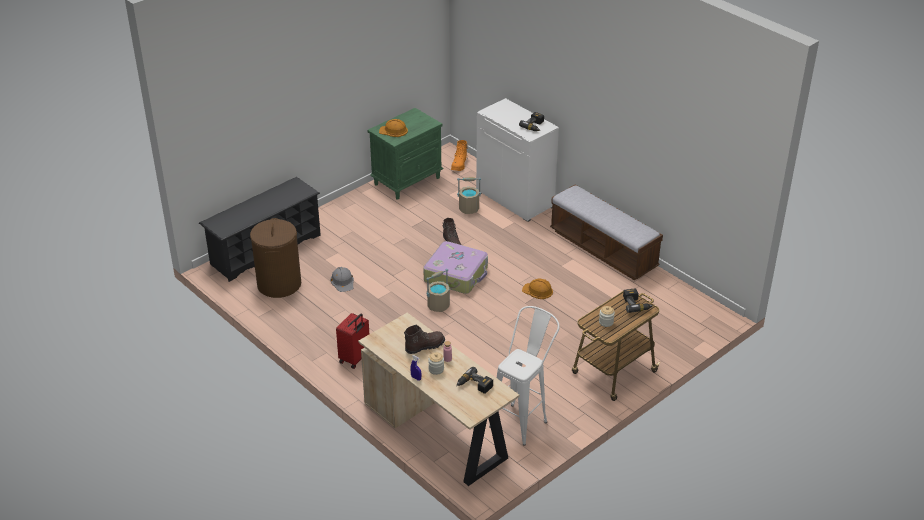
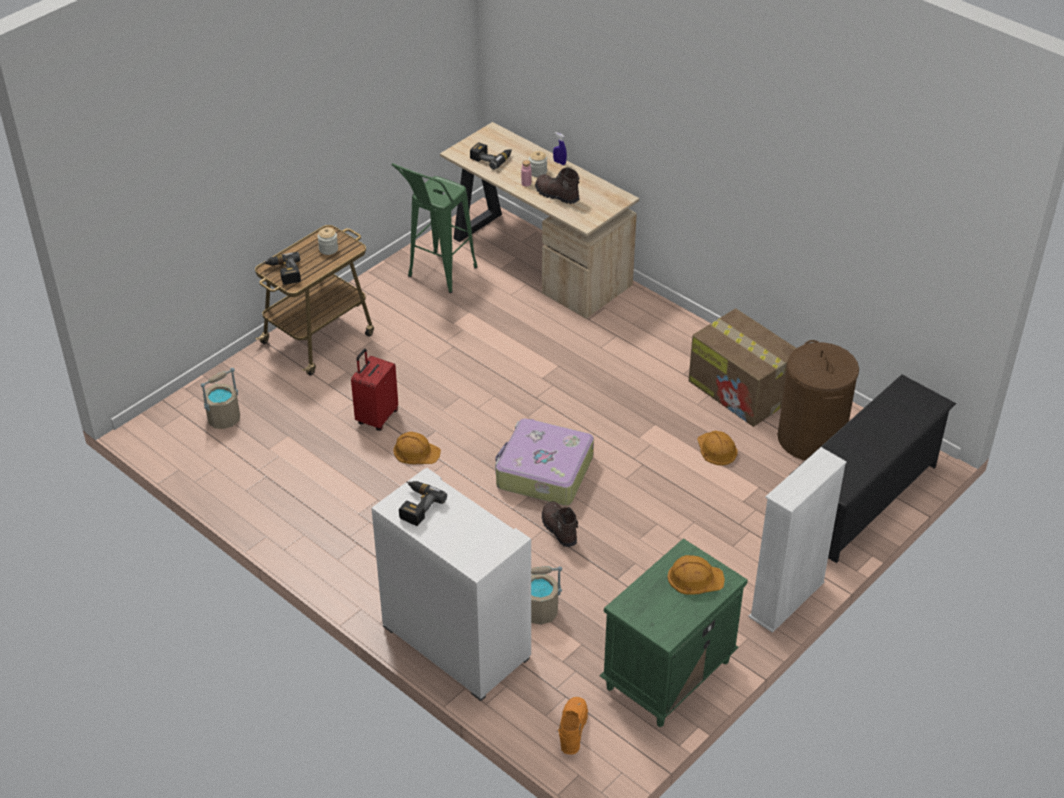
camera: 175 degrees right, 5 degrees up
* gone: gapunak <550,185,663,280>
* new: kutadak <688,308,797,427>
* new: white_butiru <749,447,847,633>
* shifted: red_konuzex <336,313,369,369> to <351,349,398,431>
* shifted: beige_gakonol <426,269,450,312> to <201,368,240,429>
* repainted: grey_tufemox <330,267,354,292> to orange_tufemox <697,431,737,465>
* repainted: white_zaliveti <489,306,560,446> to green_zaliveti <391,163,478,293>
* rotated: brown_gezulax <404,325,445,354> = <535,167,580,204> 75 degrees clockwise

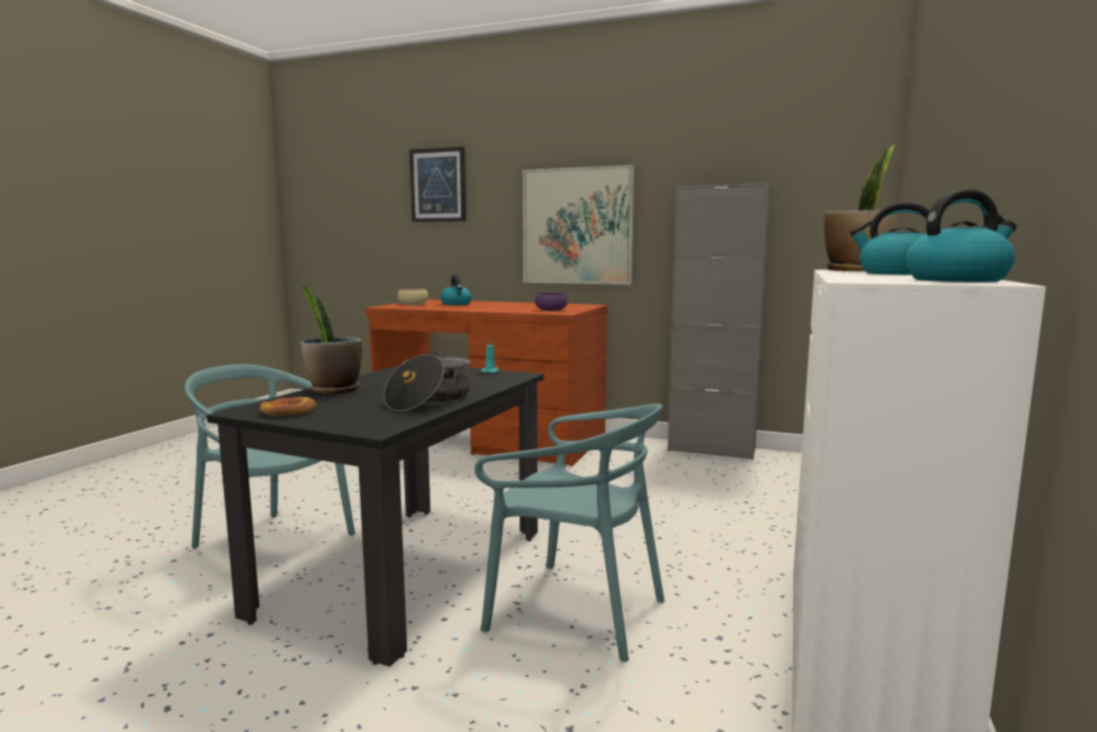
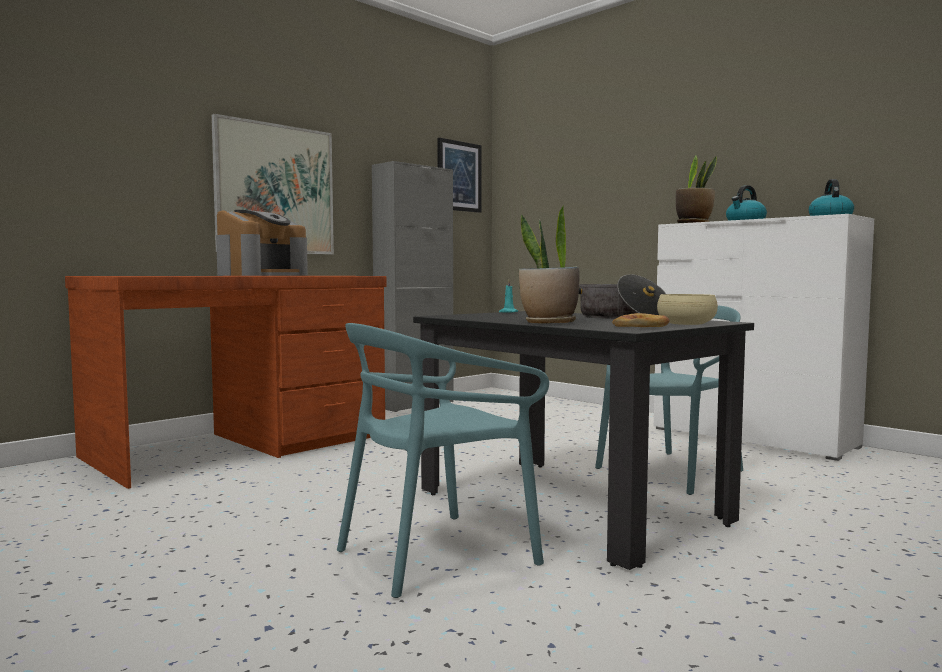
camera: 65 degrees left, 5 degrees down
* gone: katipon <440,274,472,305>
* gone: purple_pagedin <535,293,568,311>
* new: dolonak <216,210,308,276>
* shifted: beige_pagedin <398,289,428,306> to <657,294,718,325>
* shifted: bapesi <409,146,466,222> to <437,138,482,213>

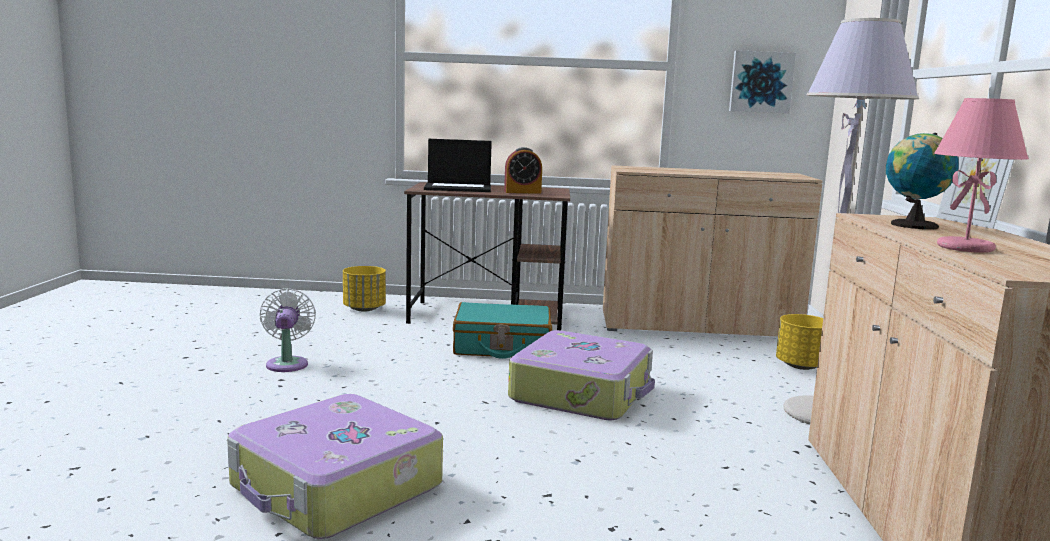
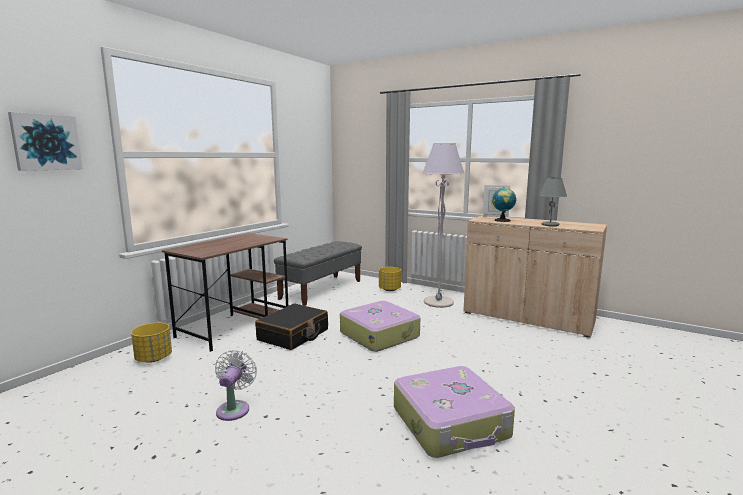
camera: 60 degrees left, 0 degrees up
* gone: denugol <424,139,492,192>
* gone: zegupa <504,147,542,194>
* shifted: bapesi <729,50,796,113> to <8,112,83,171>
* swapped: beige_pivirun <603,165,823,337> to grey_gapunak <274,241,362,306>
* repainted: turquoise_konuzex <453,302,552,359> to black_konuzex <255,304,328,350>
* repainted: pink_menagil <934,98,1029,253> to grey_menagil <539,178,567,226>
* rotated: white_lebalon <260,288,316,372> = <215,350,257,421> 75 degrees clockwise

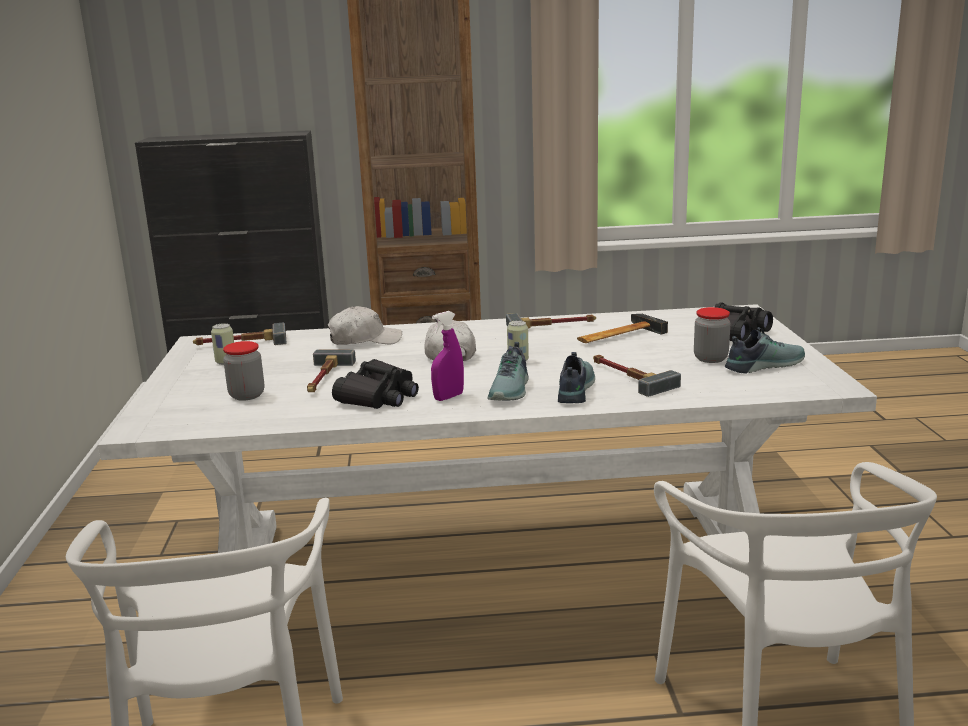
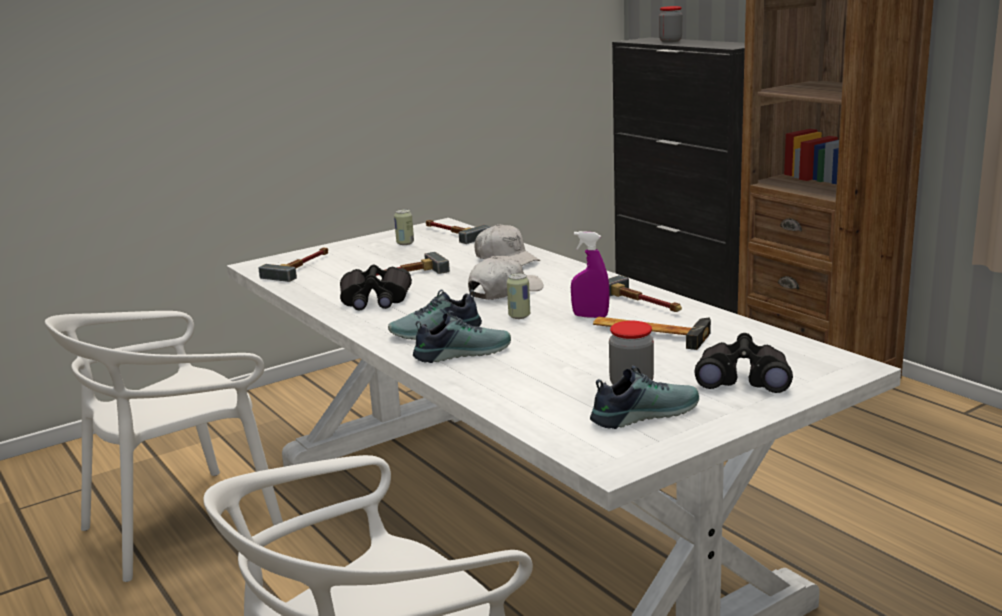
camera: 60 degrees right, 0 degrees up
* shifted: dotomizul <223,341,264,401> to <659,6,682,42>
* shifted: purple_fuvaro <431,311,464,401> to <571,231,610,318>
* shifted: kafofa <593,355,681,397> to <258,247,328,282>
* rotated: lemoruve <725,327,805,374> = <590,366,699,429> 60 degrees counterclockwise

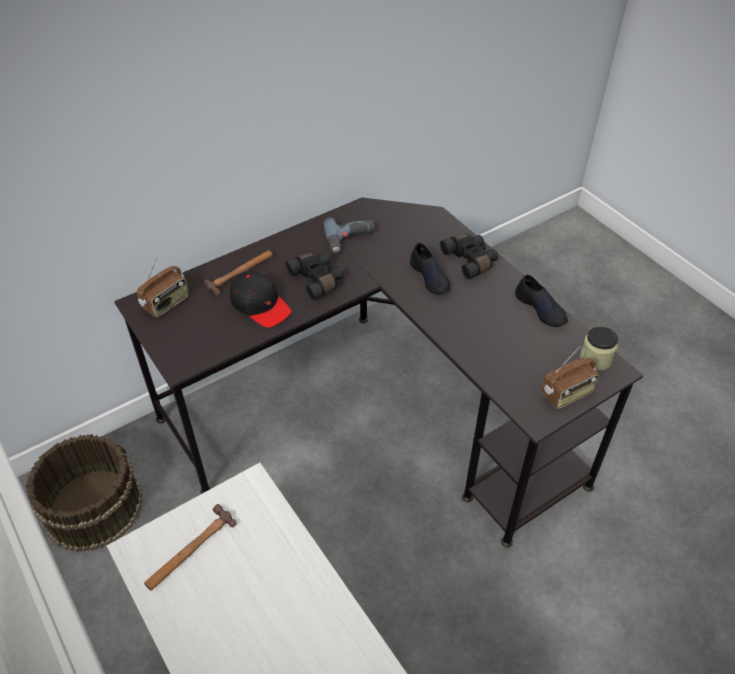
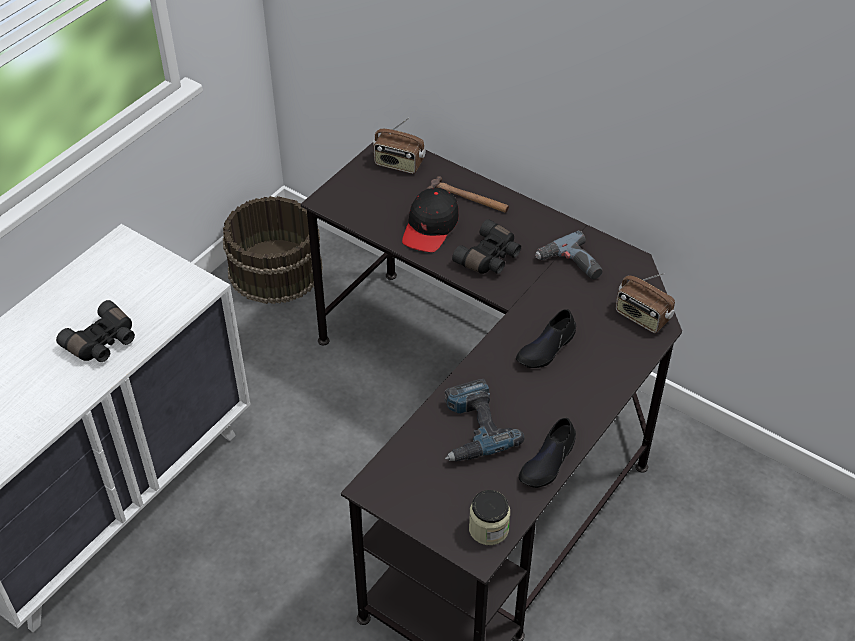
camera: 70 degrees right, 0 degrees up
* gone: kafofa <144,504,237,591>
* new: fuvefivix <444,379,524,461>
* shifted: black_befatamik <440,234,498,279> to <56,300,135,362>
* shifted: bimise <541,346,599,409> to <615,273,675,333>

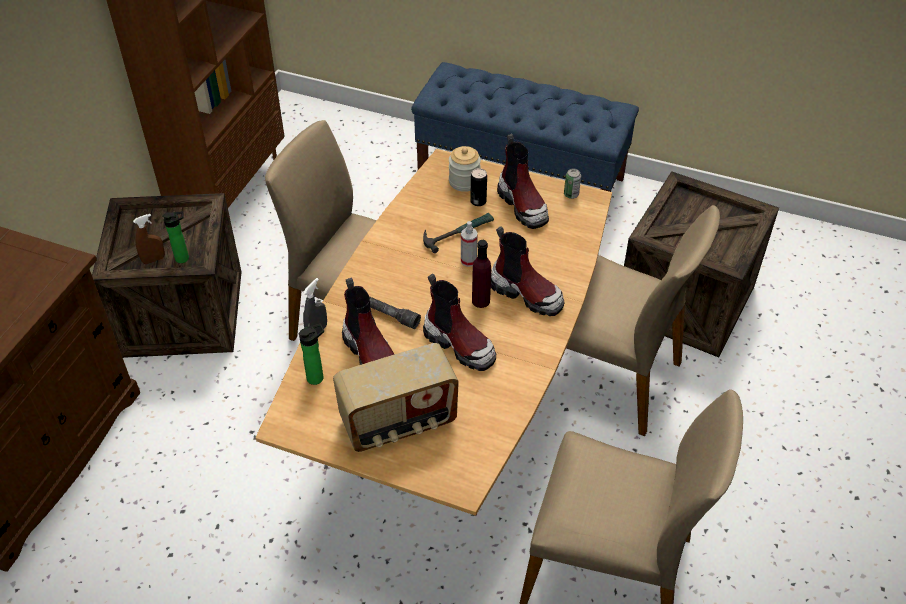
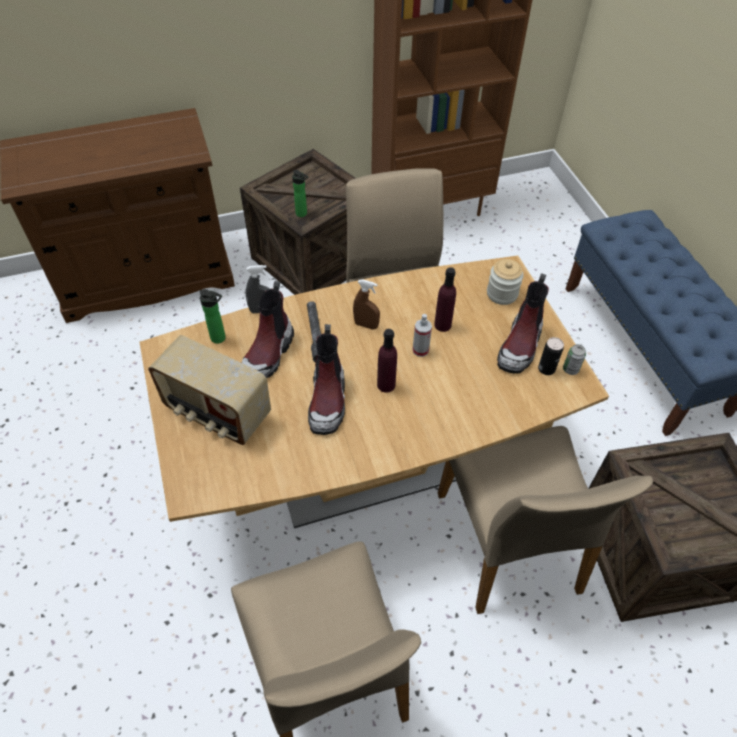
camera: 50 degrees right, 5 degrees up
* gone: gezulax <491,226,564,316>
* shifted: brown_fuvaro <133,214,165,264> to <353,279,380,330>
* shifted: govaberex <470,168,487,206> to <538,337,564,375>
* swapped: kafofa <423,213,494,253> to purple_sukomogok <434,267,456,332>

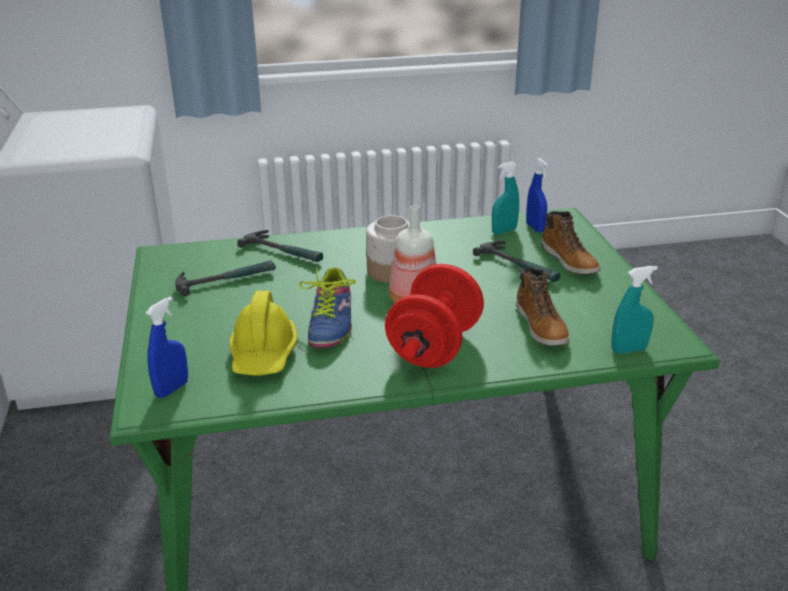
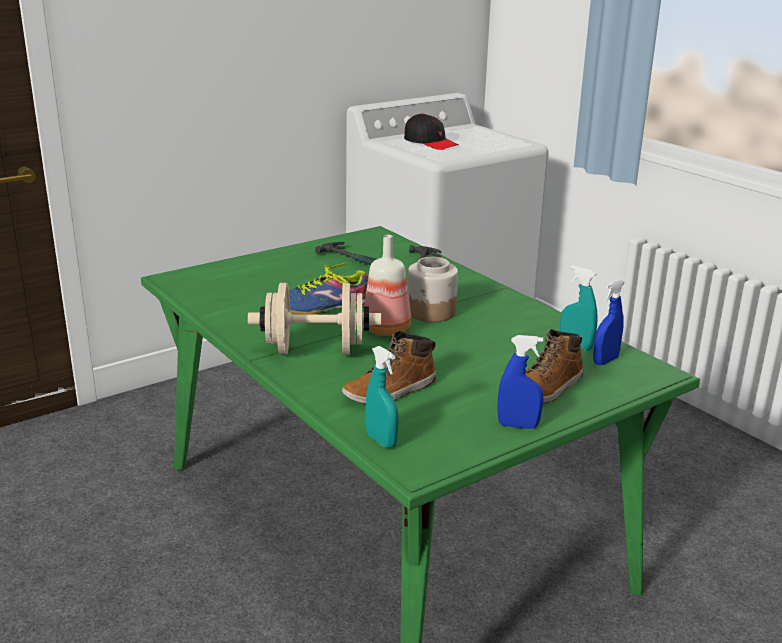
camera: 65 degrees right, 5 degrees down
* gone: yellow_tufemox <229,290,298,376>
* gone: kafofa <473,241,560,282>
* new: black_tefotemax <404,113,459,150>
* shifted: blue_fuvaro <146,296,188,398> to <497,335,543,429>
* repainted: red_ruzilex <385,264,484,368> to beige_ruzilex <248,283,381,355>

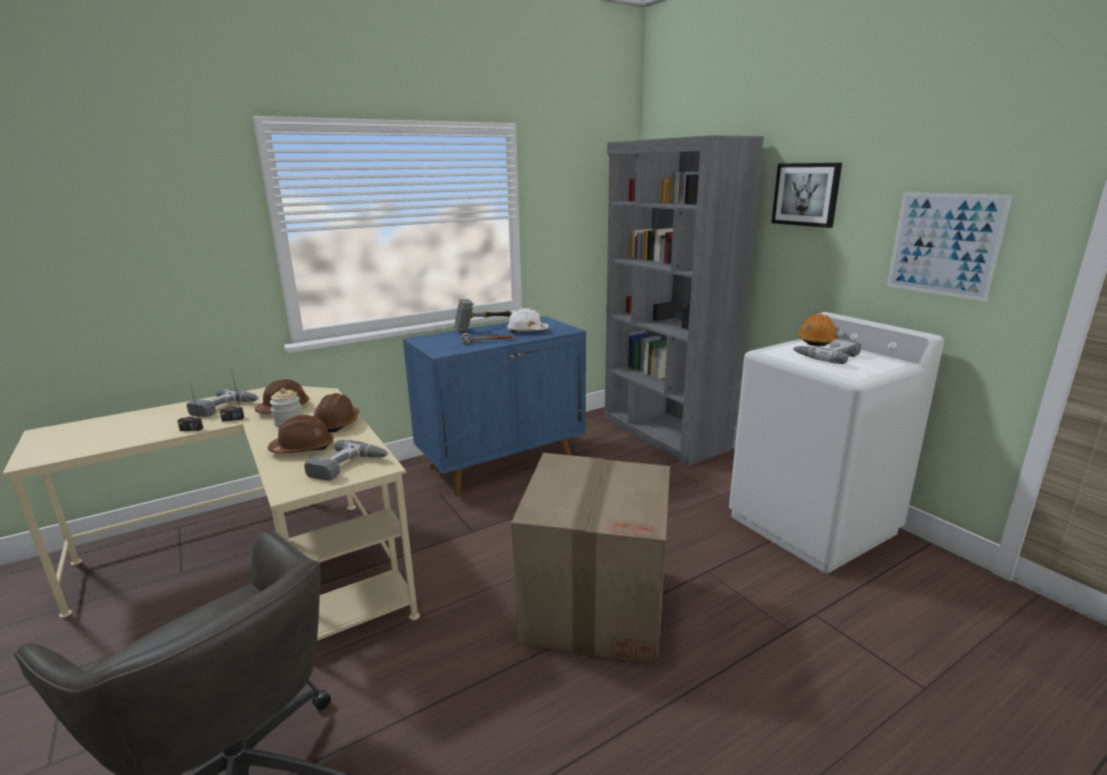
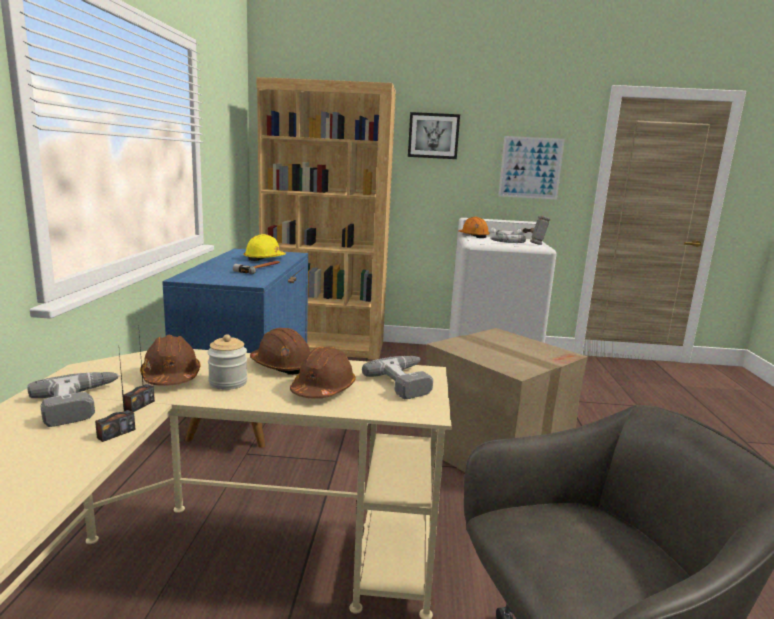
camera: 55 degrees left, 5 degrees down
* shifted: kafofa <454,299,512,332> to <523,216,551,245>
* repainted: white_tufemox <507,308,549,332> to yellow_tufemox <244,234,286,261>
* repainted: grey_butiru <605,135,764,466> to brown_butiru <256,77,396,360>

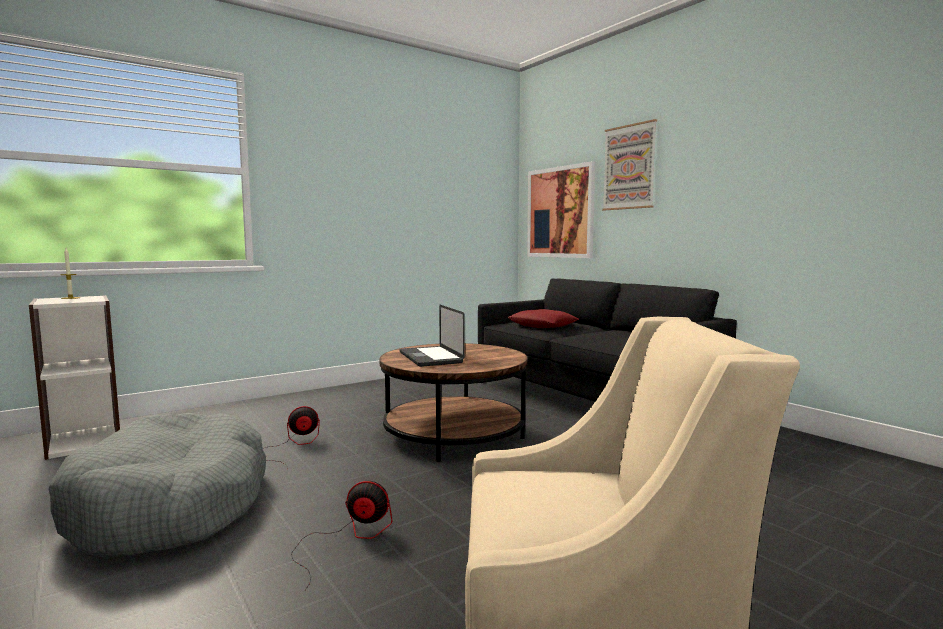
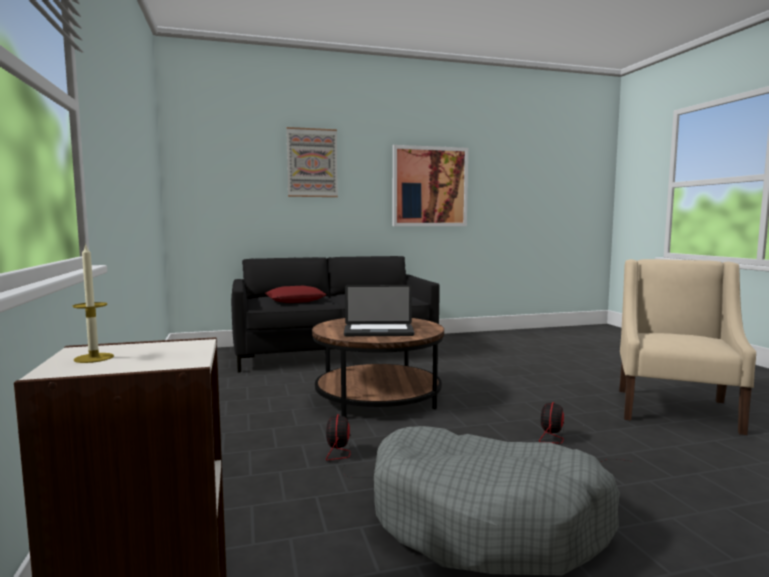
camera: 70 degrees left, 0 degrees up
* shifted: bapesi <527,161,595,258> to <393,145,468,226>

